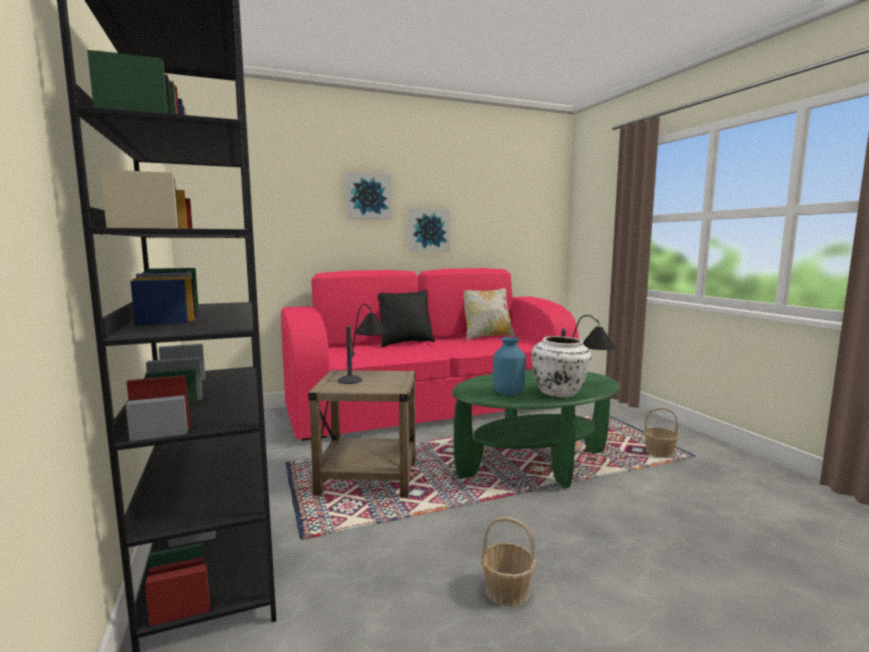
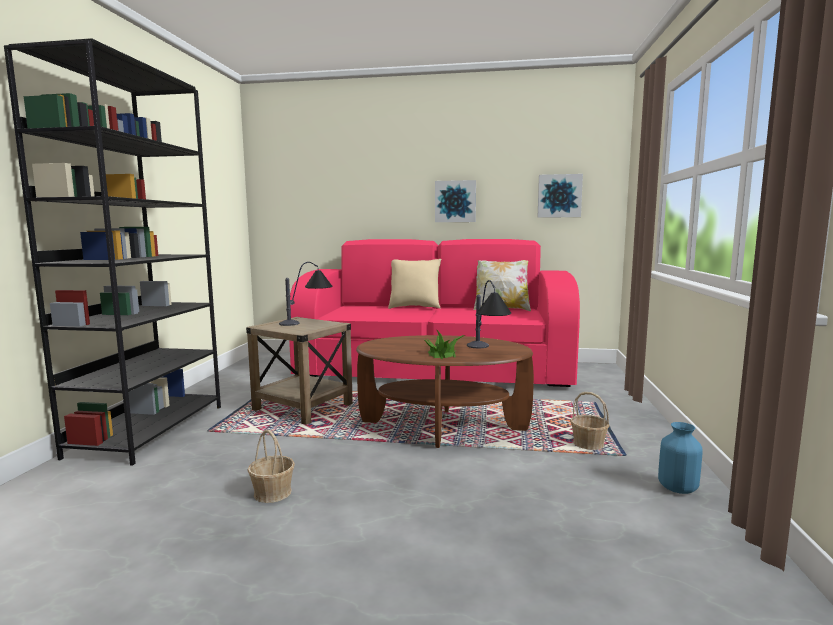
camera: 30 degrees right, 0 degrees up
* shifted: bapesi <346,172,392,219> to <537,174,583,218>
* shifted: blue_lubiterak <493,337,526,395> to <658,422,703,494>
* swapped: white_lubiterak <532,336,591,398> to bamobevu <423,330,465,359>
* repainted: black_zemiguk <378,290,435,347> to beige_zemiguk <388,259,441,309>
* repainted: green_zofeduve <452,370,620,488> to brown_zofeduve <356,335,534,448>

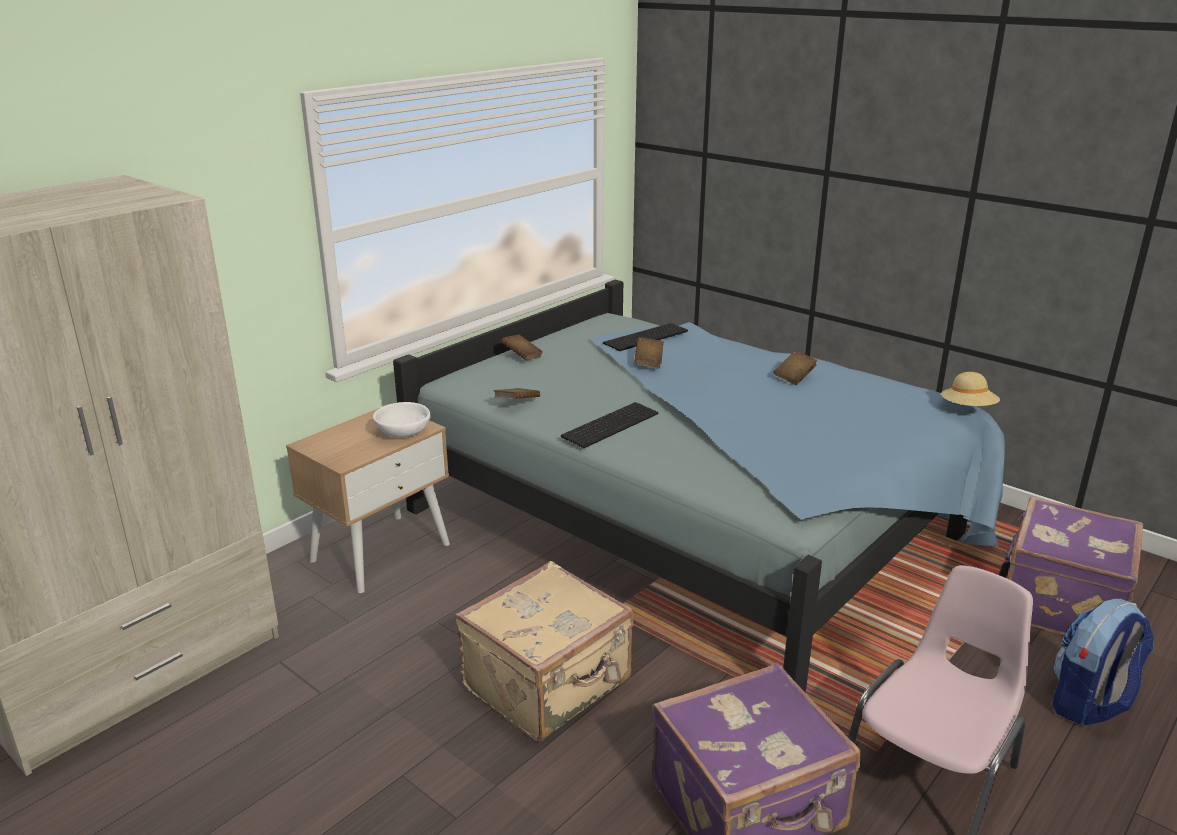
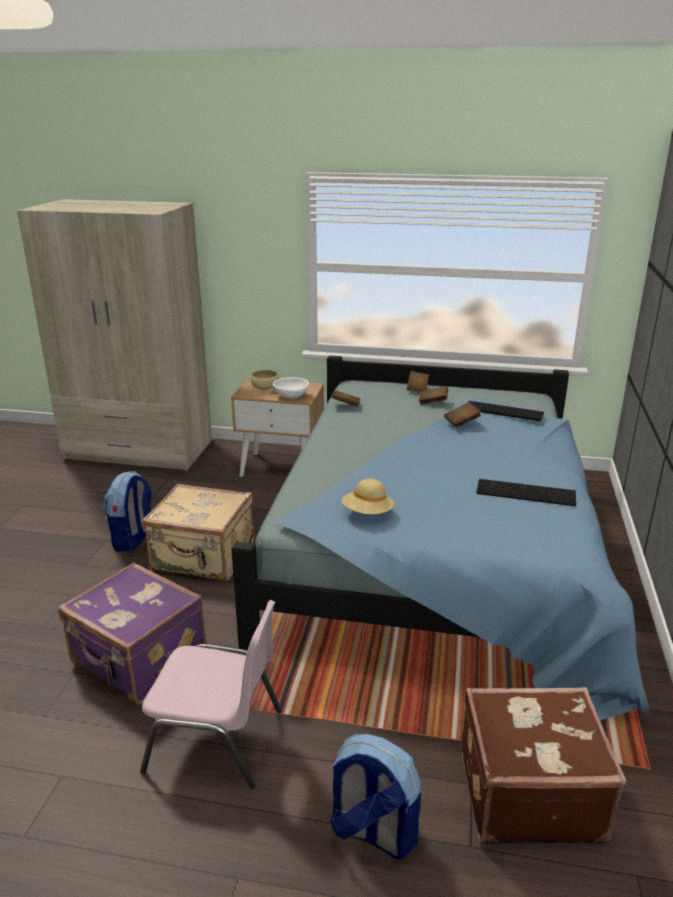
camera: 60 degrees right, 0 degrees up
* new: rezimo <103,471,152,552>
* new: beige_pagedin <251,370,279,390>
* shifted: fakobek <561,402,658,448> to <476,479,576,506>
* shifted: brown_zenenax <773,351,818,385> to <419,386,448,405>
* shifted: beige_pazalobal <941,372,1000,406> to <342,479,394,514>
* repainted: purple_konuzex <998,497,1143,636> to brown_konuzex <461,687,626,844>

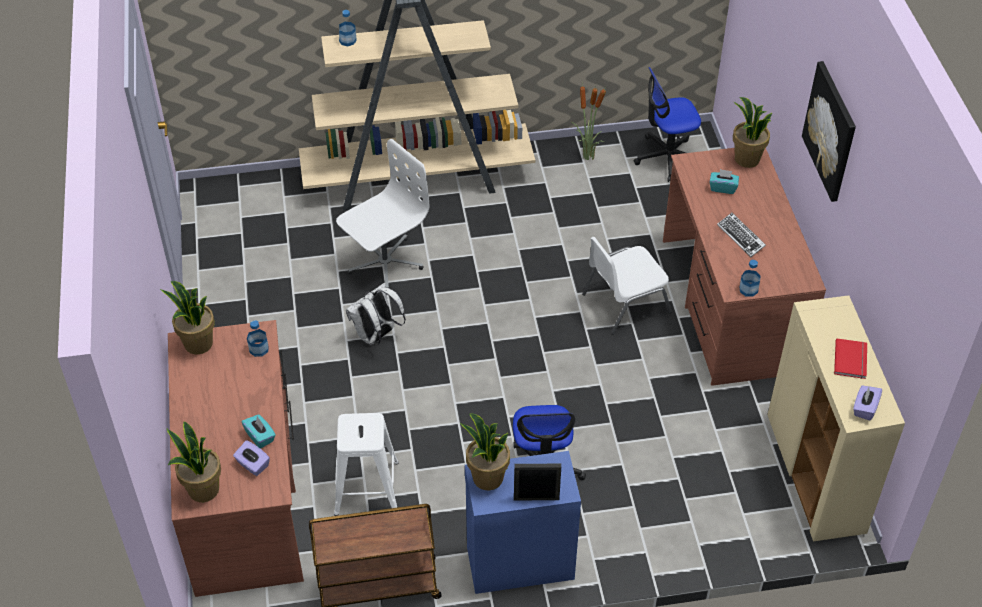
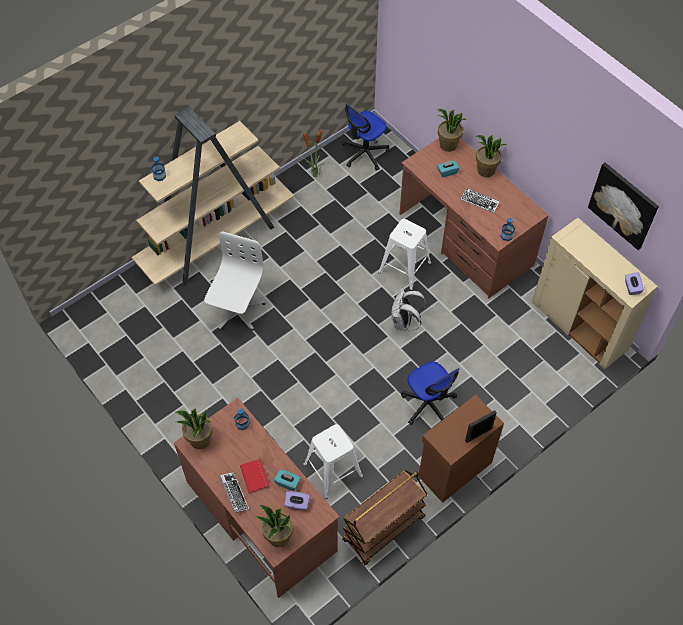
camera: 30 degrees left, 10 degrees up
* new: fakobek <220,472,249,513>
* shifted: white_rezimo <346,282,406,346> to <391,288,426,331>
* shifted: bamobevu <460,413,510,490> to <476,135,507,177>
* shifted: bapesi <802,61,856,202> to <588,163,659,250>
* shifted: red_zenenax <834,339,867,379> to <240,459,270,494>
* swapped: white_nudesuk <582,237,672,334> to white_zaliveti <378,219,431,290>
* repainted: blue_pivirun <465,451,581,594> to brown_pivirun <418,395,504,503>

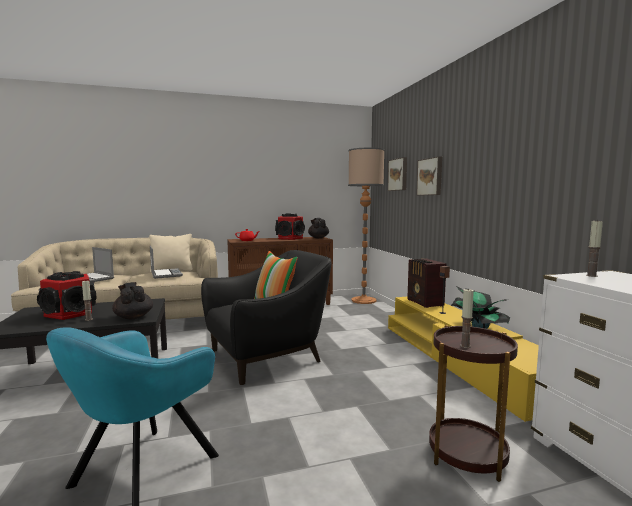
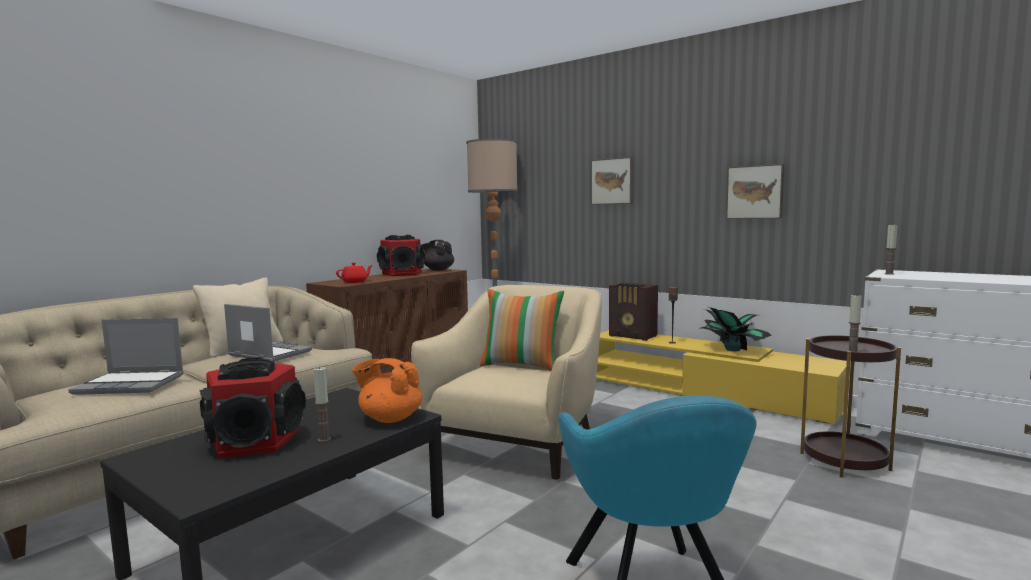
camera: 35 degrees left, 0 degrees up
* shifted: bapesi <388,157,407,191> to <726,164,784,219>
* repainted: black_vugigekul <112,282,153,319> to orange_vugigekul <352,358,422,423>
* repainted: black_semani <201,250,331,385> to beige_semani <411,285,602,480>

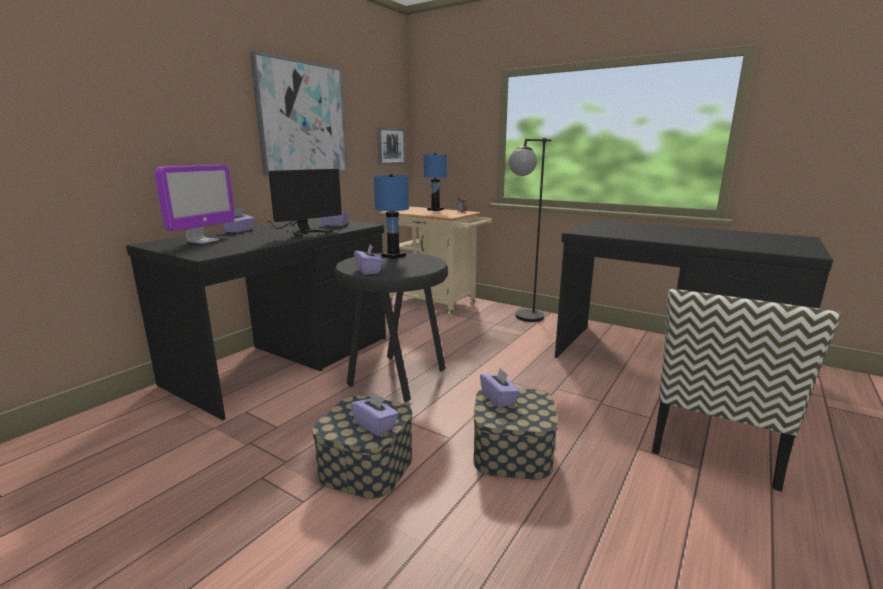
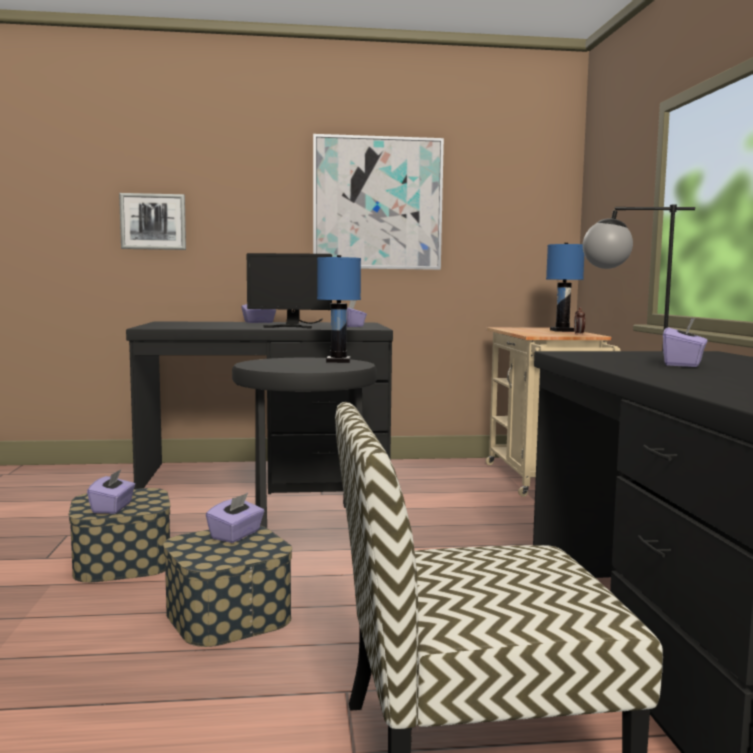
camera: 50 degrees right, 10 degrees down
* gone: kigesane <155,165,235,244>
* shifted: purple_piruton <354,245,383,275> to <663,318,708,367>
* shifted: bapesi <377,127,406,165> to <119,193,186,250>

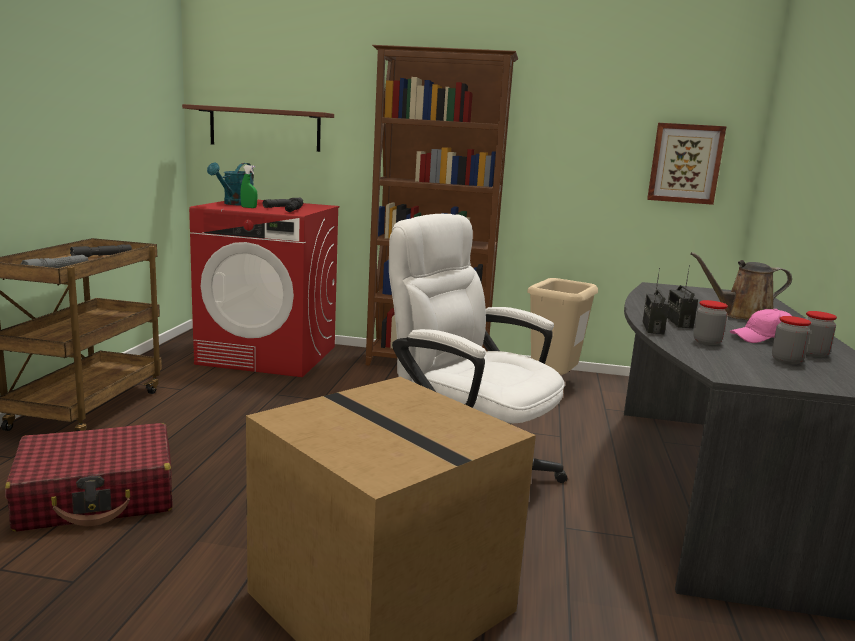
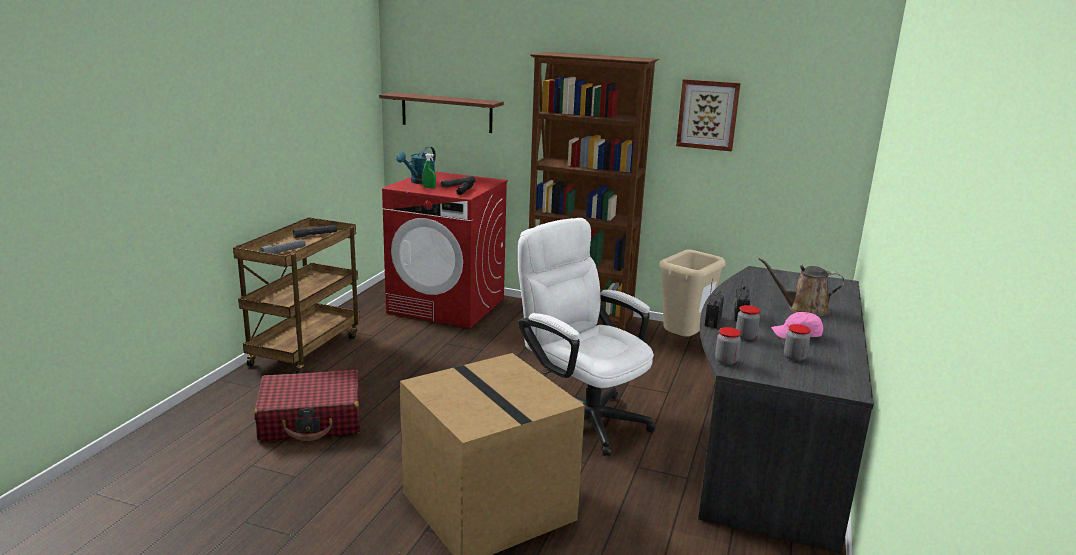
camera: 10 degrees right, 5 degrees up
* shifted: bapesi <647,123,727,205> to <676,79,741,151>
* shifted: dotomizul <805,311,837,357> to <715,327,741,365>

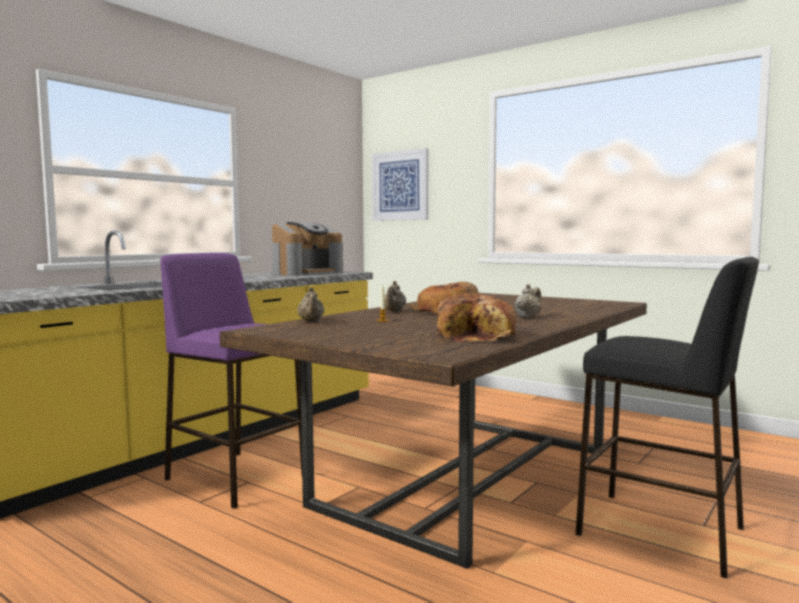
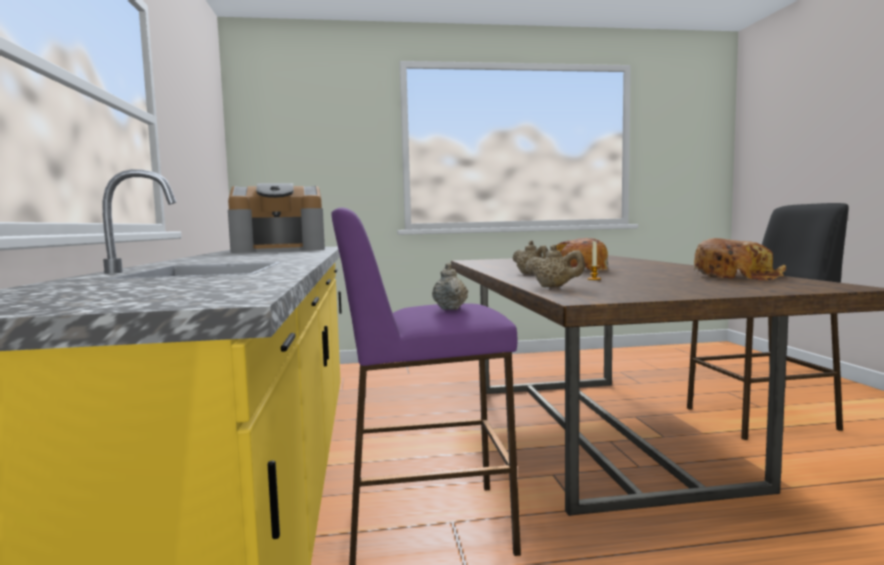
camera: 45 degrees left, 0 degrees up
* gone: bapesi <372,148,428,221>
* shifted: beige_vugigekul <515,284,542,318> to <432,263,468,310>
* rotated: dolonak <271,222,343,276> = <228,183,325,253> 75 degrees clockwise

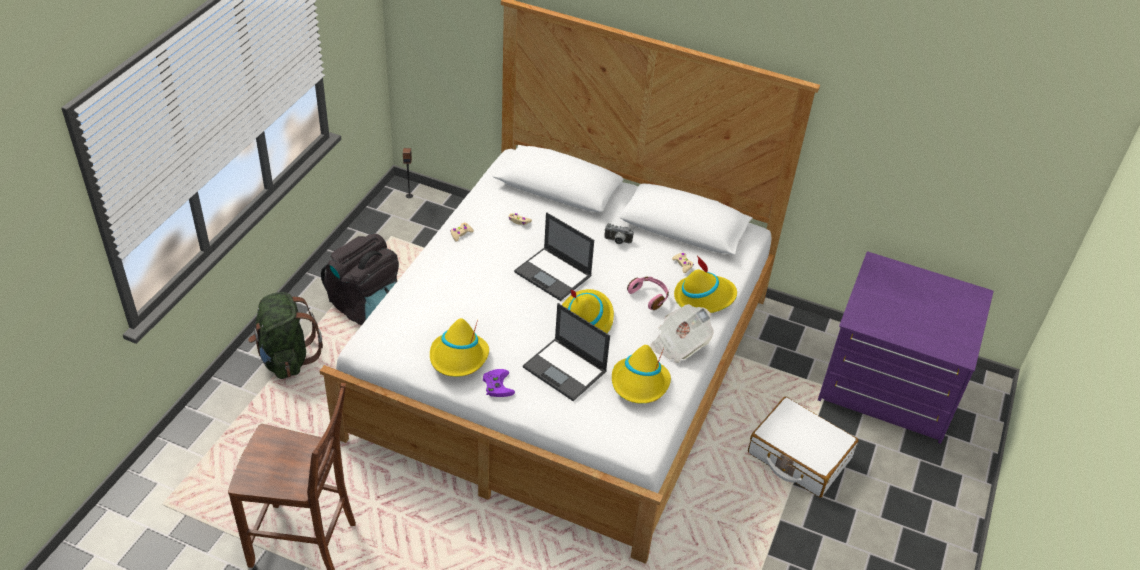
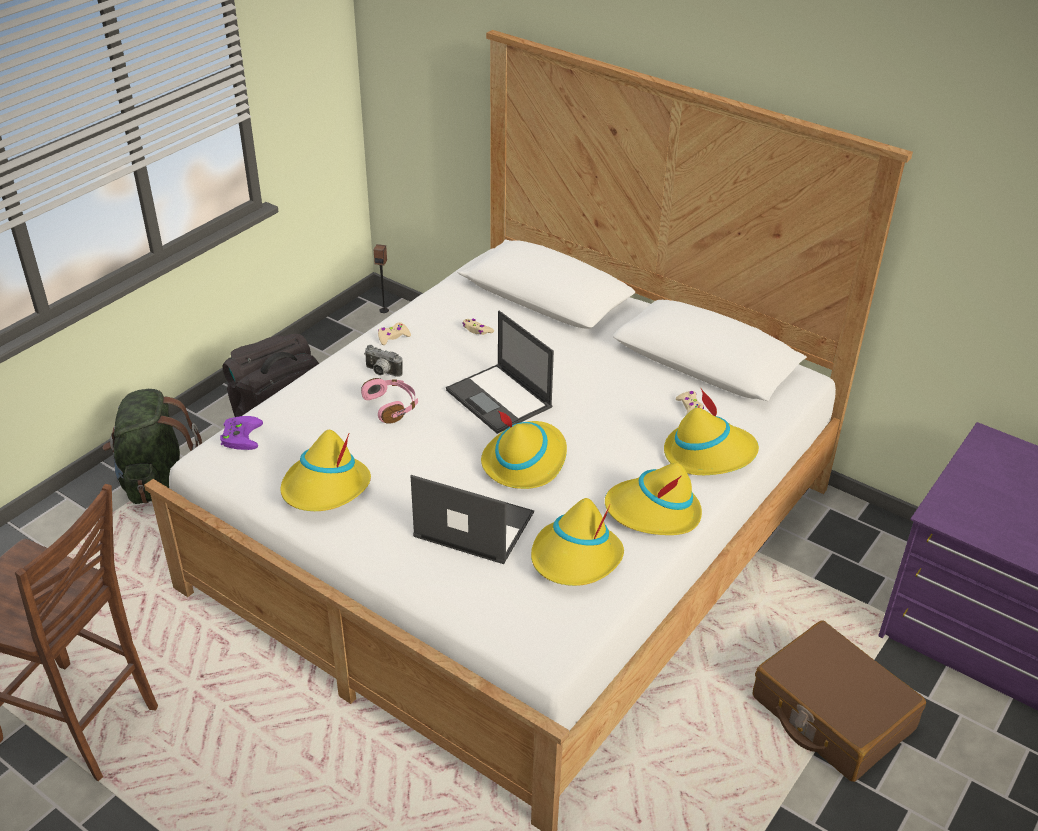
camera: 15 degrees right, 5 degrees down
* shifted: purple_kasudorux <483,369,515,397> to <220,416,263,450>
* shifted: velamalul <604,223,634,244> to <364,345,403,377>
* shifted: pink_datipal <627,277,669,310> to <361,378,418,424>
* swapped: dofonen <650,304,714,363> to yellow_pazalobal <605,463,702,535>
* repainted: white_konuzex <748,397,858,498> to brown_konuzex <753,621,926,782>
* rotated: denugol <523,303,610,401> = <411,475,534,564> 150 degrees clockwise

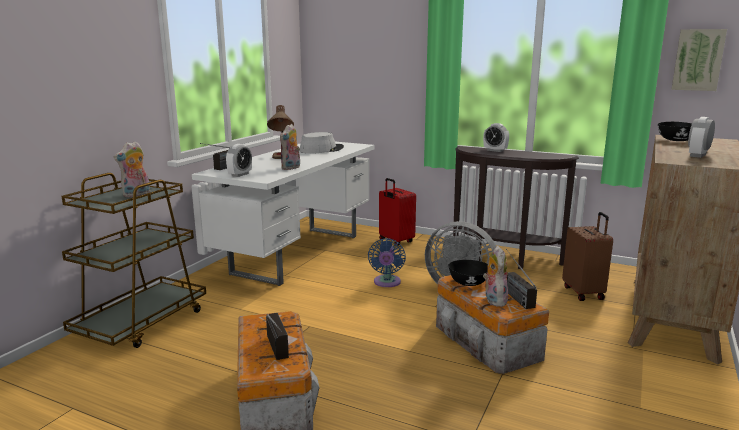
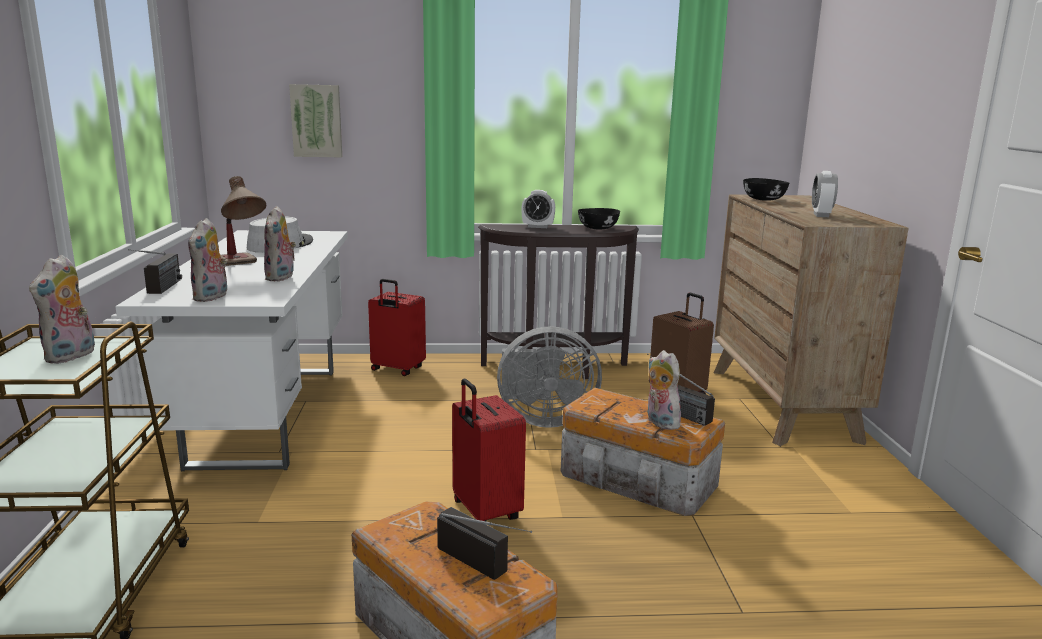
camera: 30 degrees left, 0 degrees up
* gone: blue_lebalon <368,238,406,287>
* new: red_konuzex <452,378,526,521>
* shifted: black_pagedin <449,260,488,286> to <578,208,620,229>
* shifted: bapesi <672,29,727,91> to <289,84,342,157>
* swapped: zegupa <226,144,252,177> to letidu <188,218,227,302>

